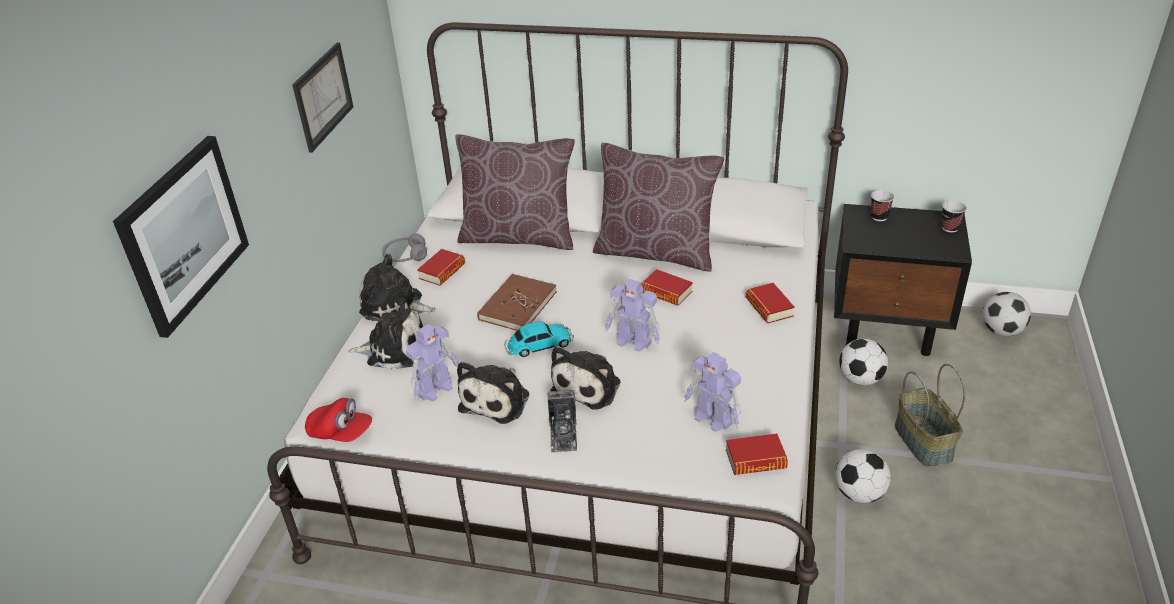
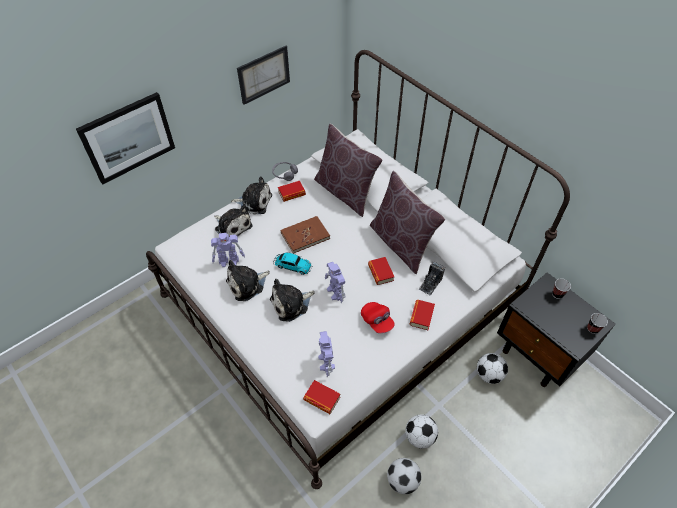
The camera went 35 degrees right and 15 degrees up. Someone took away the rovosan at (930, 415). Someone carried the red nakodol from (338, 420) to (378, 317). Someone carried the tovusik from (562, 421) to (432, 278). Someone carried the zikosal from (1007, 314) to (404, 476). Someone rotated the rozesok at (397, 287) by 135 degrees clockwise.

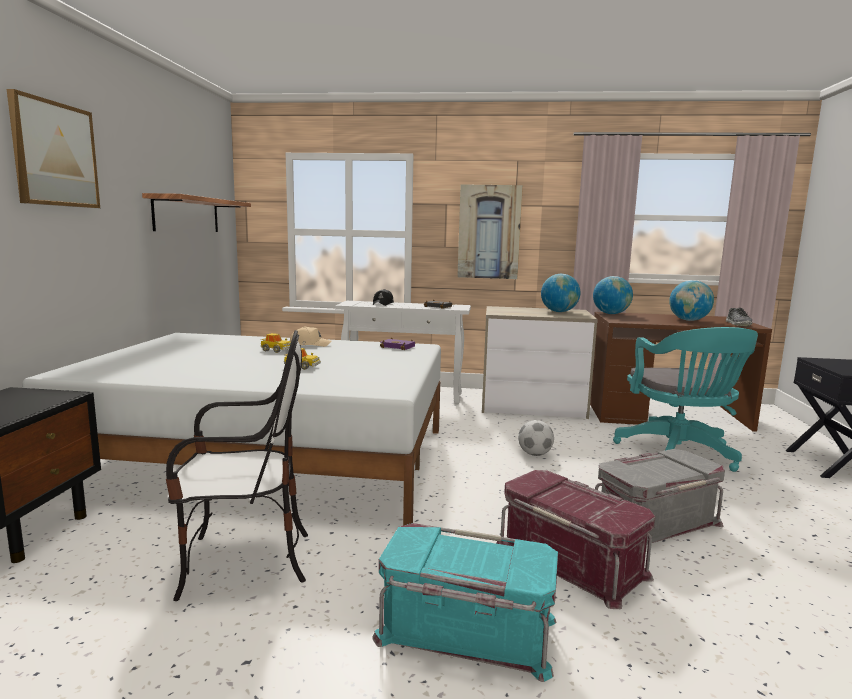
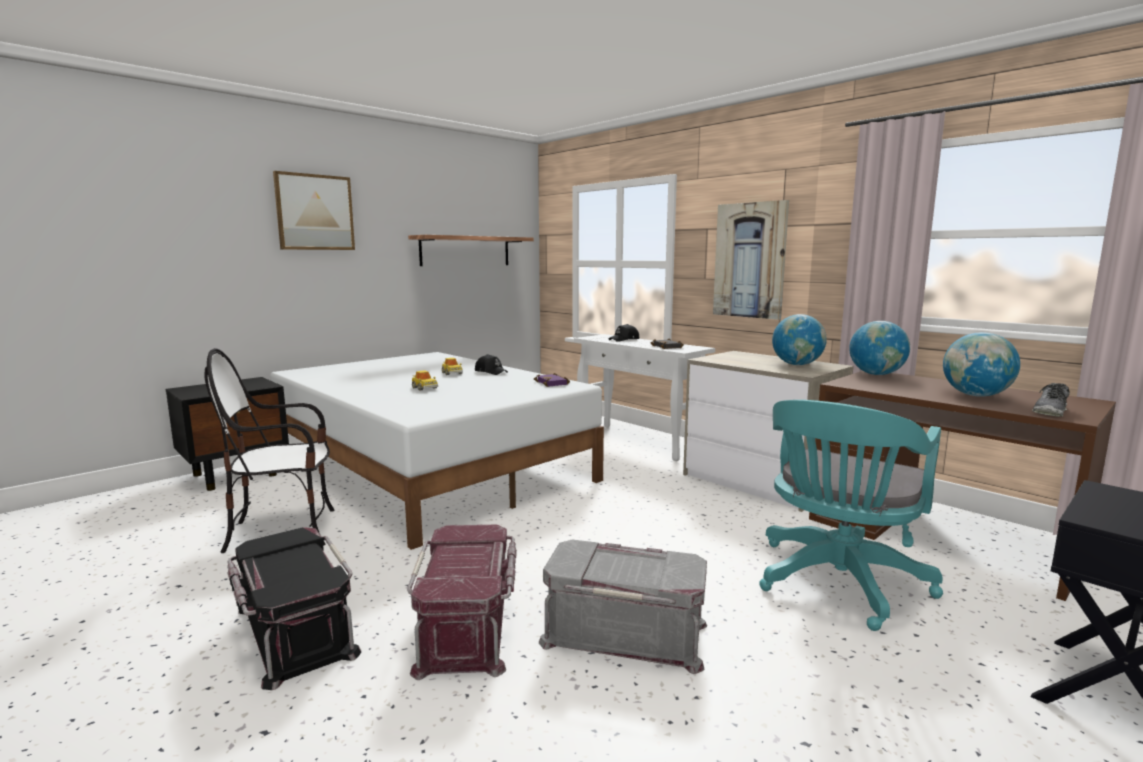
The camera went 40 degrees right and 0 degrees up. Someone took away the zikosal at (536, 438). Someone repainted the beige nakodol at (311, 336), which became the black nakodol at (491, 364). Someone repainted the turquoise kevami at (465, 602), which became the black kevami at (294, 608). Someone rotated the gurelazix at (237, 465) by 135 degrees clockwise.

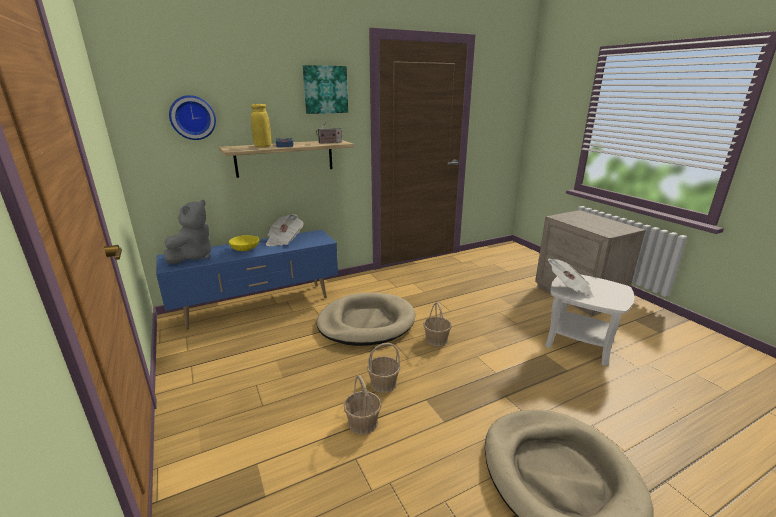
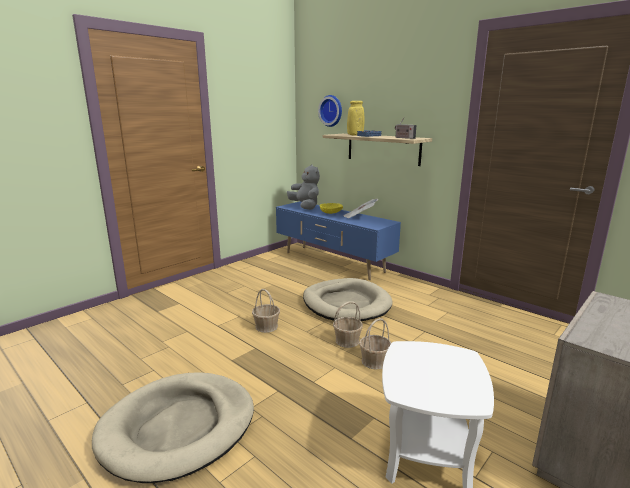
The camera went 70 degrees right and 5 degrees down. Someone took away the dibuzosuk at (325, 89). Someone took away the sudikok at (571, 277). Someone carried the rovosan from (363, 405) to (375, 343). Someone rotated the grey rozesok at (188, 232) by 120 degrees counterclockwise.

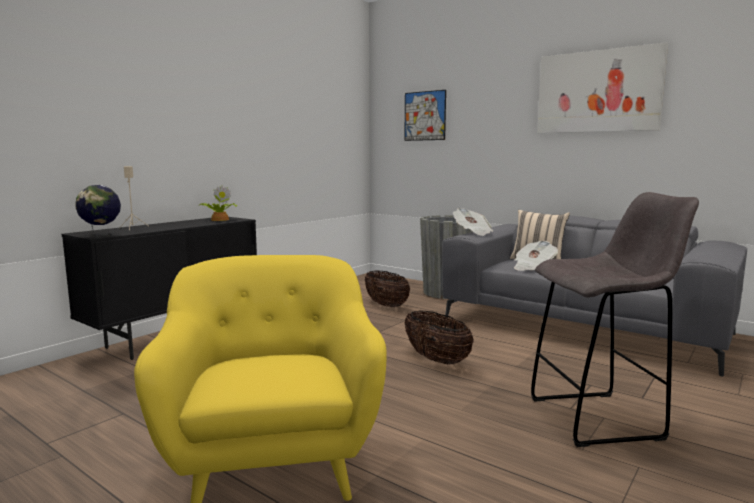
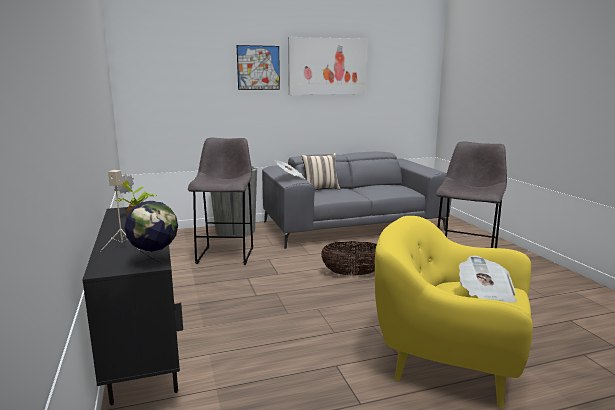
The camera went 55 degrees left and 5 degrees up. Someone carried the dibuzosuk from (425, 115) to (258, 67). Someone carried the sudikok from (536, 256) to (488, 279). Someone swapped the rovosan at (387, 288) for the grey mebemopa at (220, 201).

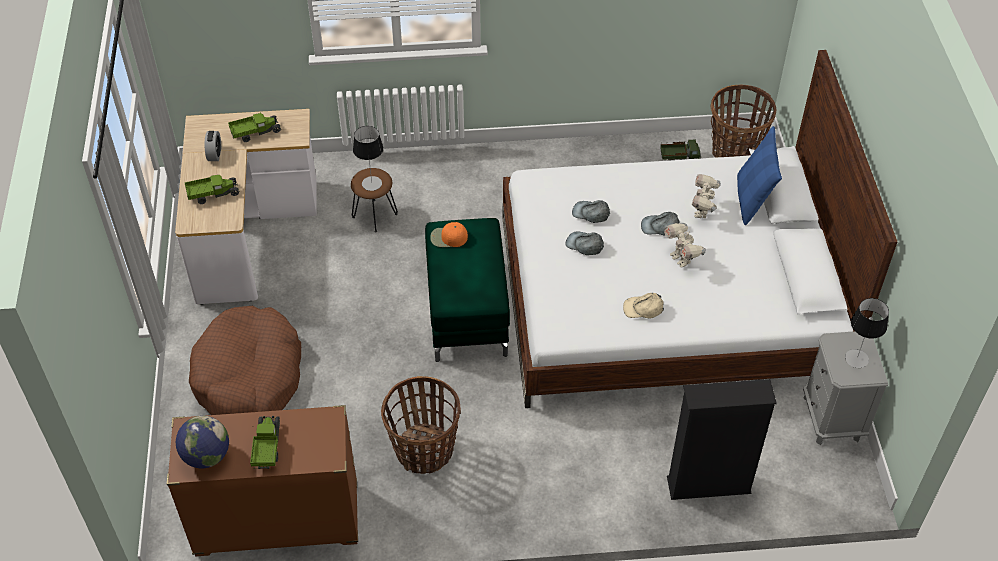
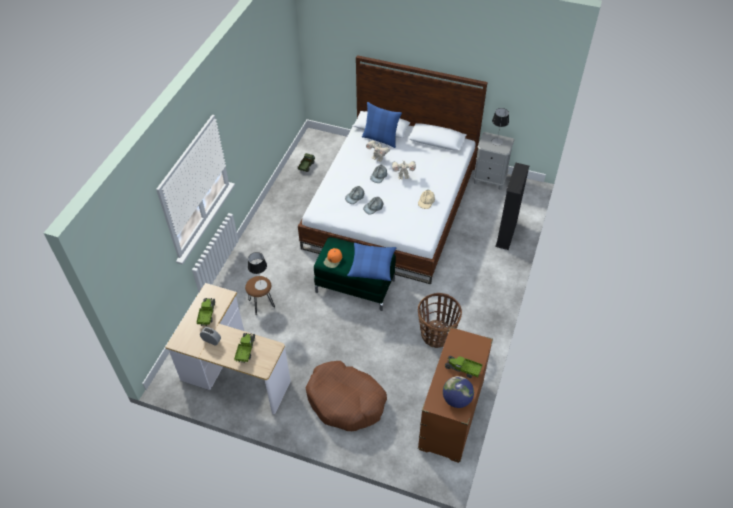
The camera went 65 degrees left and 0 degrees up. Someone took away the rovosan at (743, 121). Someone put down the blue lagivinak at (371, 262).

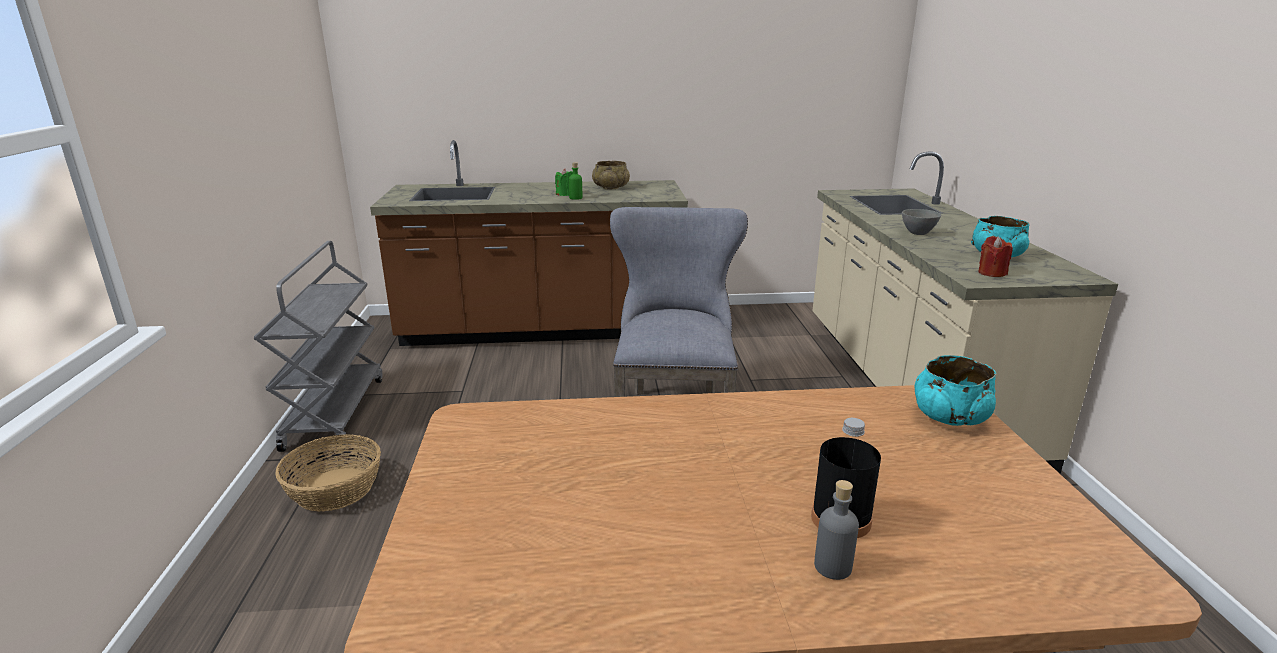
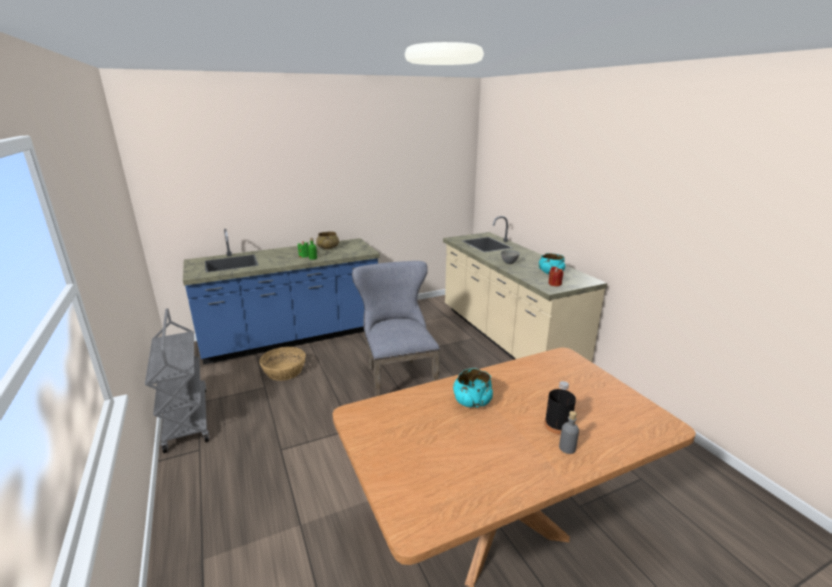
The camera went 20 degrees left and 0 degrees up. Someone carried the rovosan from (328, 473) to (282, 364). Someone carried the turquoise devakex from (955, 390) to (473, 388). Someone repainted the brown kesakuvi at (529, 243), which became the blue kesakuvi at (281, 297).

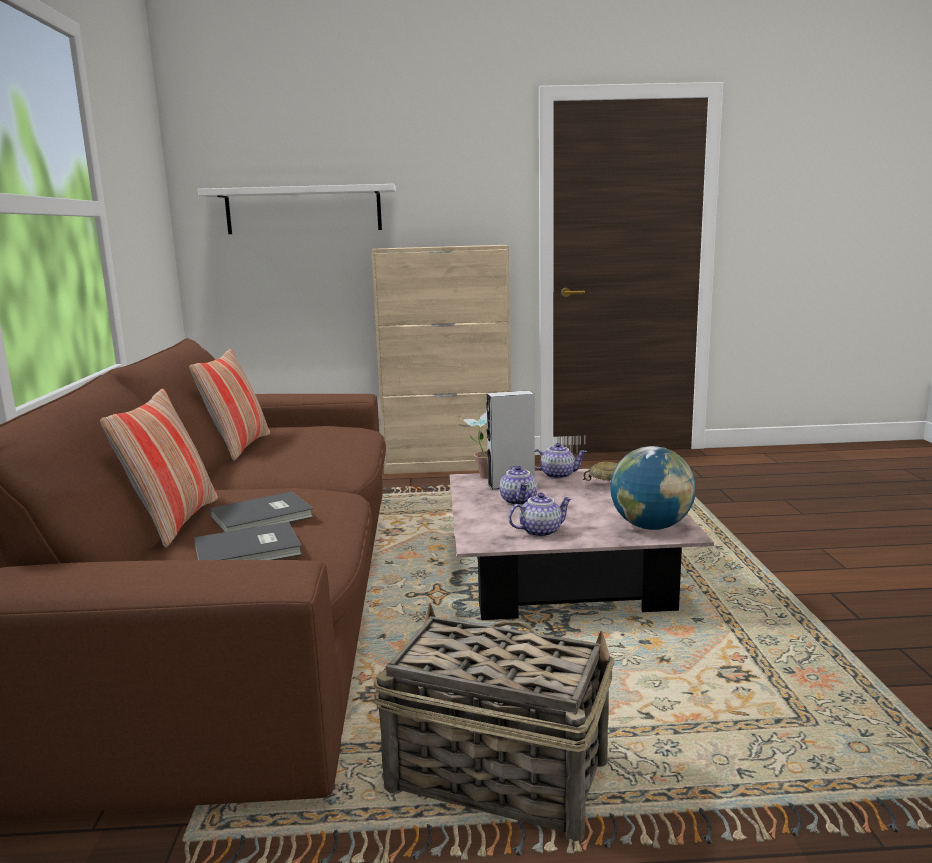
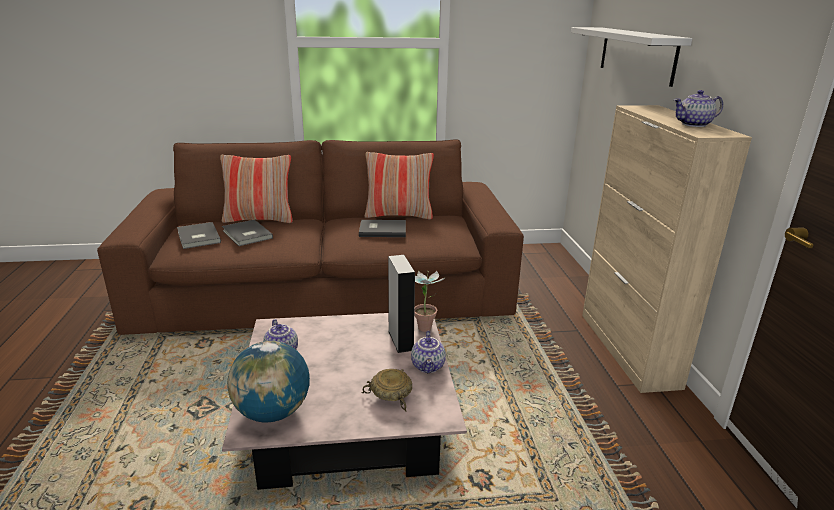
The camera went 85 degrees right and 10 degrees up. Someone took away the rovosan at (493, 722). Someone put down the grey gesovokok at (382, 228). Someone carried the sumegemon from (518, 485) to (698, 108).

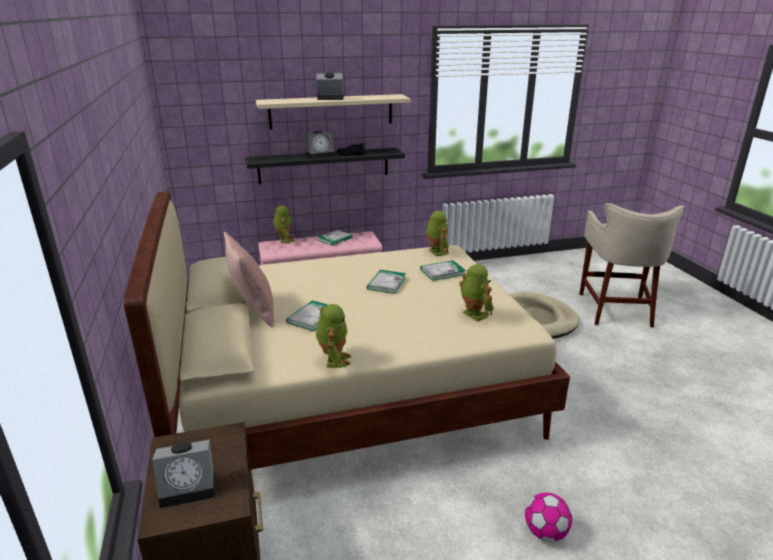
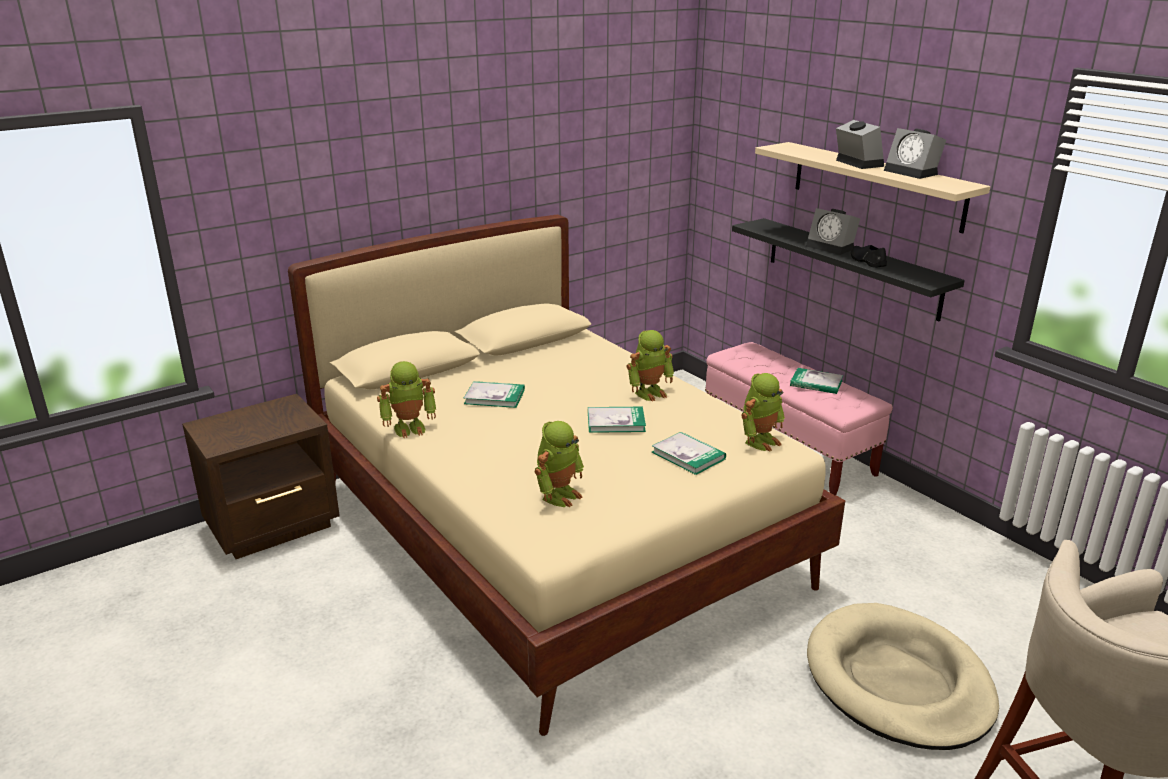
The camera went 70 degrees right and 0 degrees up. Someone took away the pink lagivinak at (249, 279). Someone took away the zikosal at (548, 517). Someone carried the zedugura from (183, 474) to (915, 153). Someone carried the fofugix from (283, 224) to (650, 366).

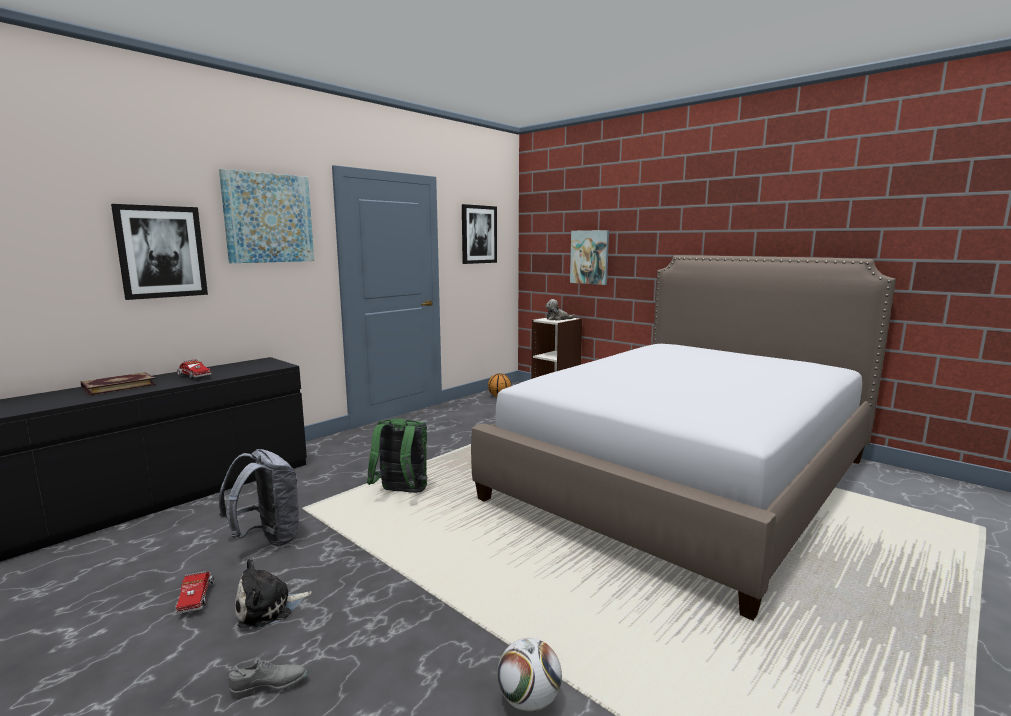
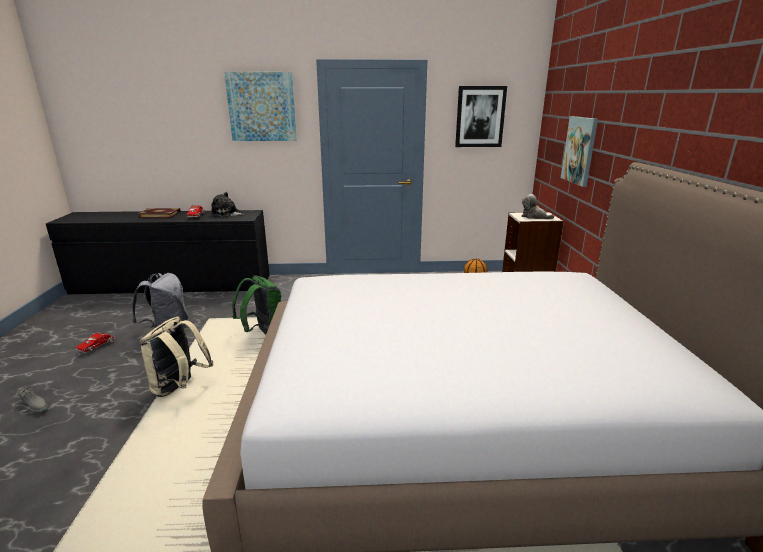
The camera went 45 degrees right and 10 degrees up. Someone took away the dibuzosuk at (159, 252). Someone took away the zikosal at (529, 675). Someone put down the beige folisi at (177, 356). Someone carried the rozesok from (273, 593) to (227, 204).

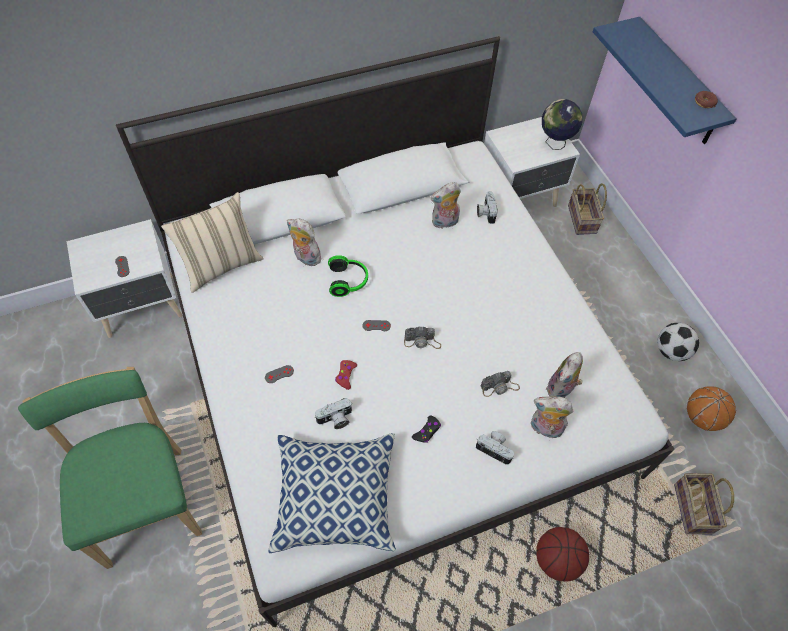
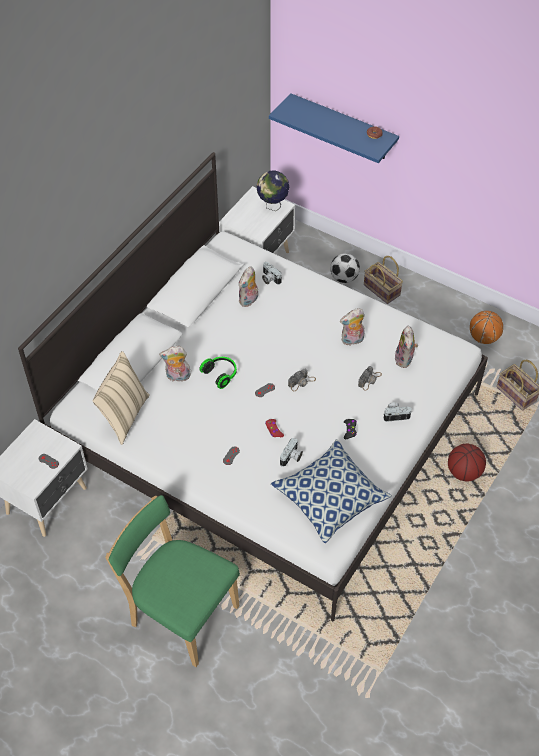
The camera went 35 degrees left and 5 degrees down. Someone carried the rozesok from (552, 417) to (352, 327). Someone carried the rovosan from (587, 209) to (383, 280). Someone carried the zikosal from (678, 342) to (345, 268).

